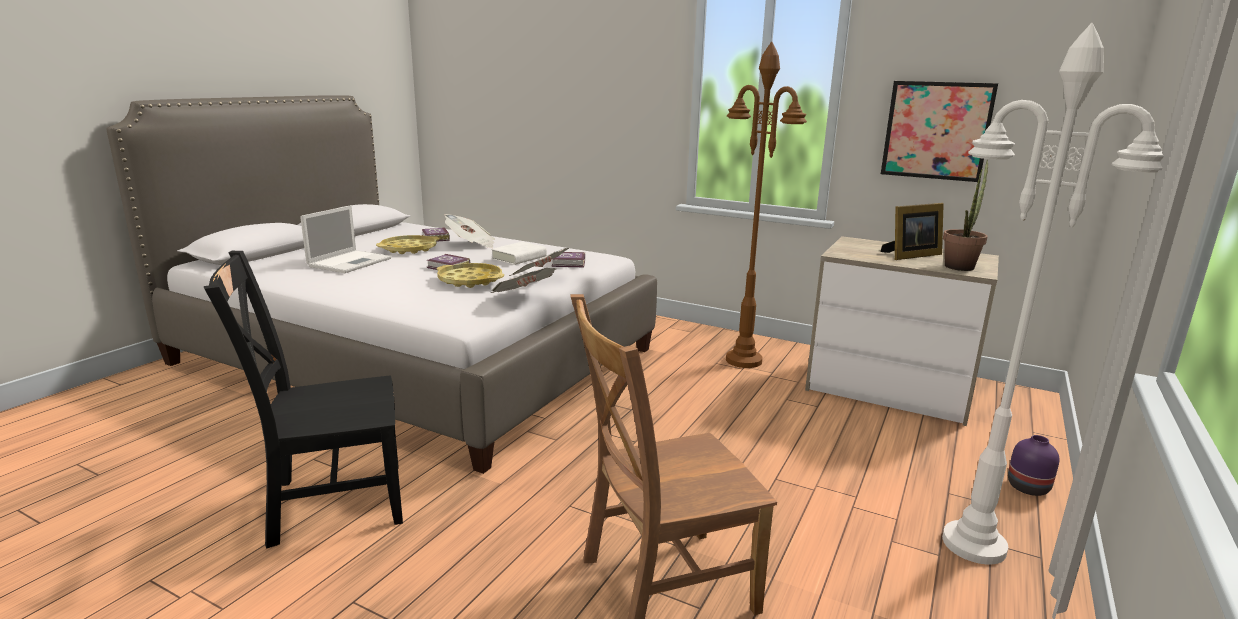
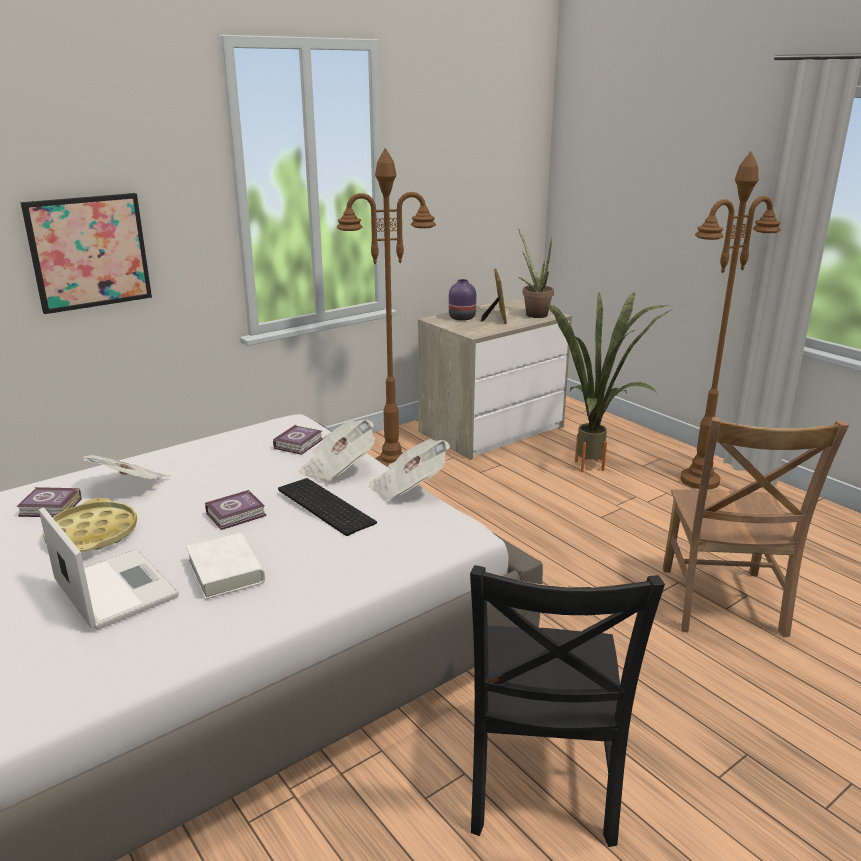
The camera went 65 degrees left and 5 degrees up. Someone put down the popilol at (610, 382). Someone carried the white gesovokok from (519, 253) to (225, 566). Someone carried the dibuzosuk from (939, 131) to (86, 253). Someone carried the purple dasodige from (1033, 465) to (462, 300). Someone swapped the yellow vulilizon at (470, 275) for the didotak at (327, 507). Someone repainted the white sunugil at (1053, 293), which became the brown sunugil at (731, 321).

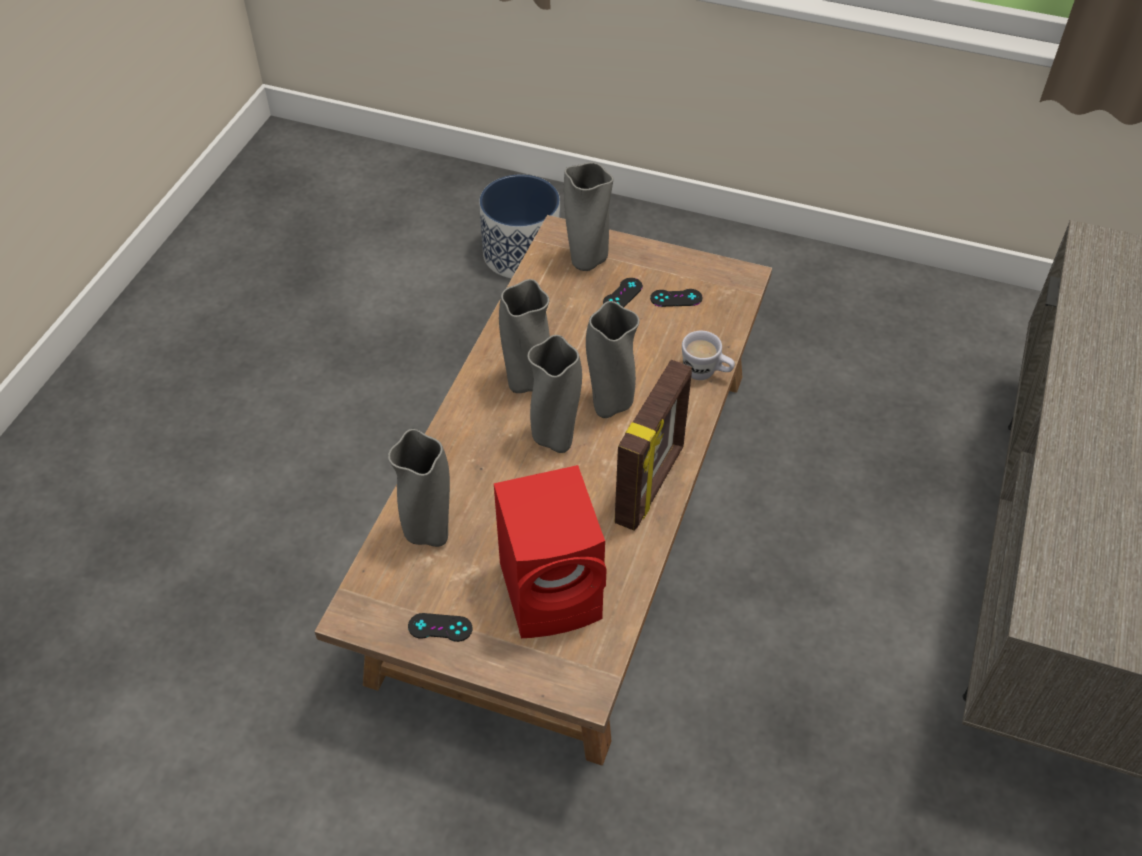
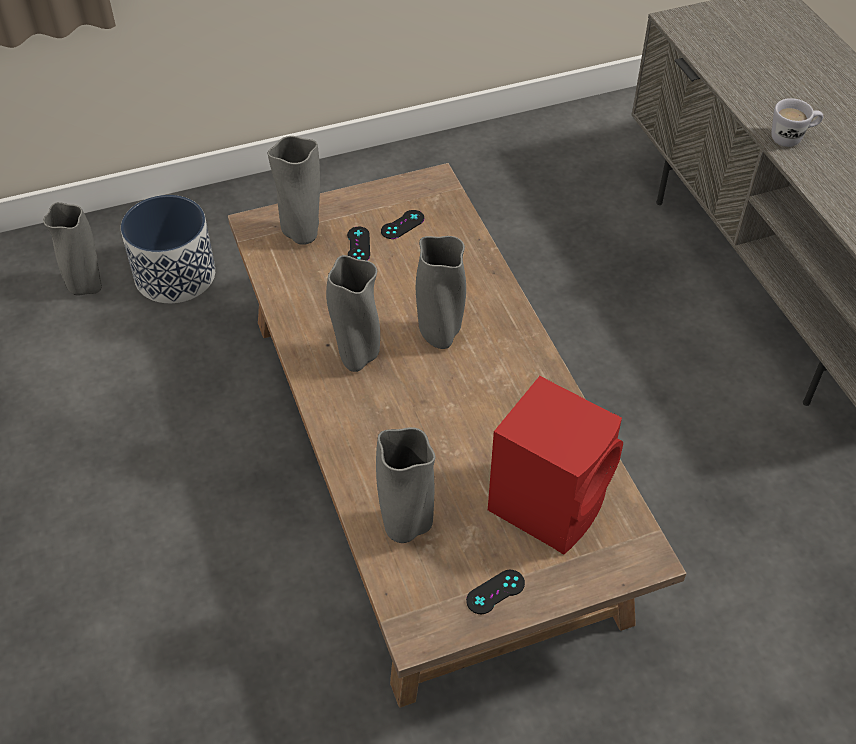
The camera went 40 degrees left and 0 degrees up. Someone took away the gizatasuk at (653, 445). Someone carried the grey dasodige from (554, 394) to (72, 248). Someone carried the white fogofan from (708, 355) to (797, 122).

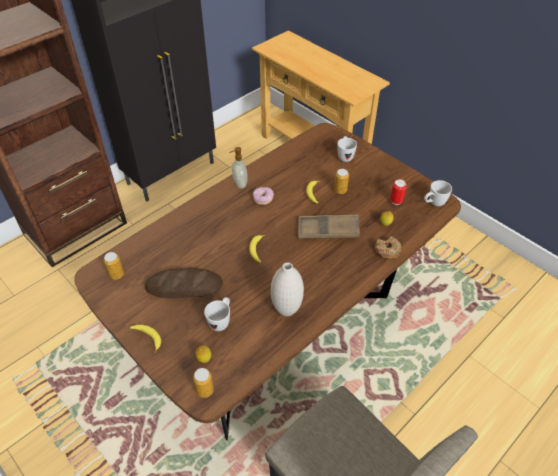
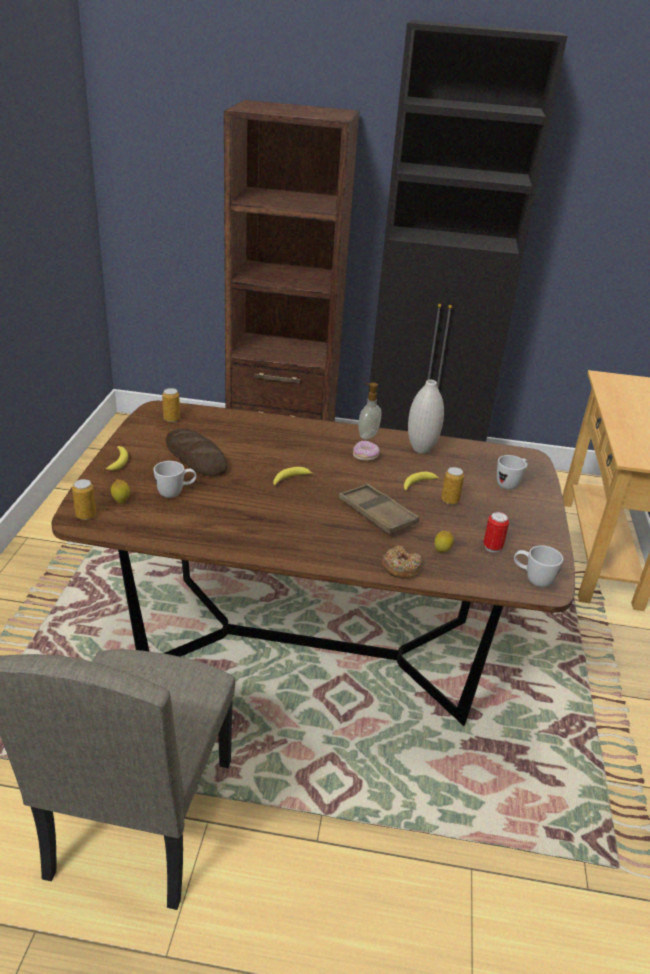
The camera went 50 degrees right and 15 degrees down. Someone carried the white dasodige from (287, 289) to (426, 417).

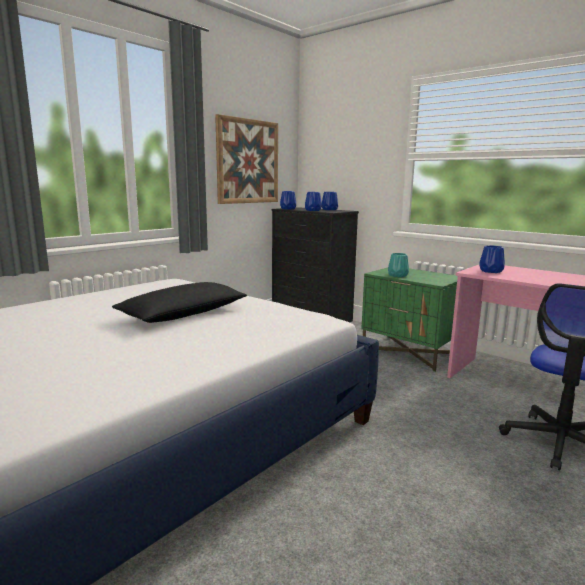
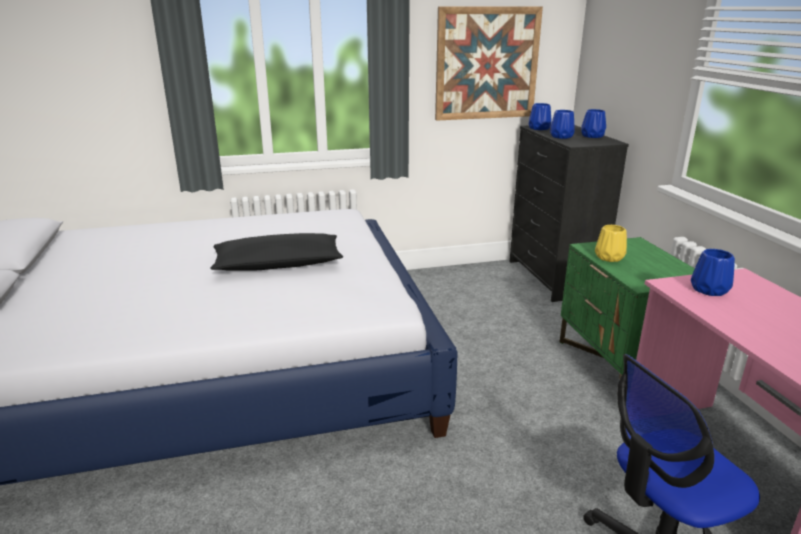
The camera went 35 degrees right and 10 degrees up. Someone repainted the turquoise dasodige at (398, 265), which became the yellow dasodige at (611, 243).

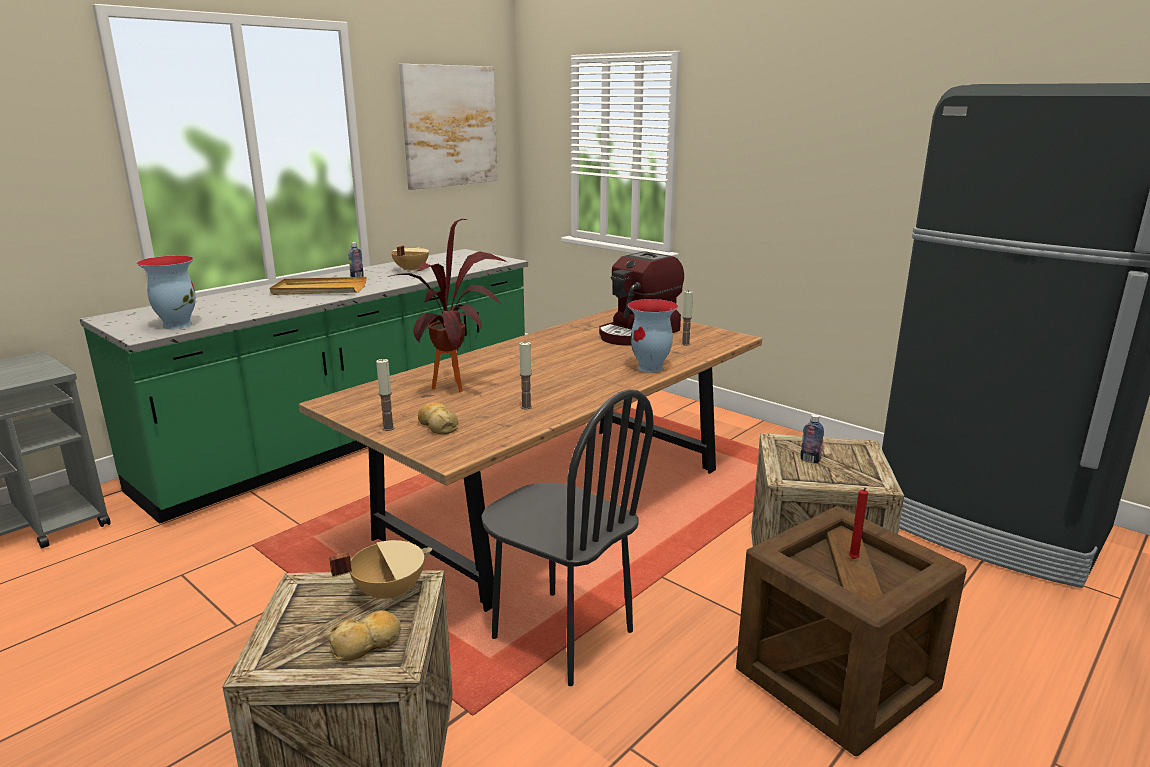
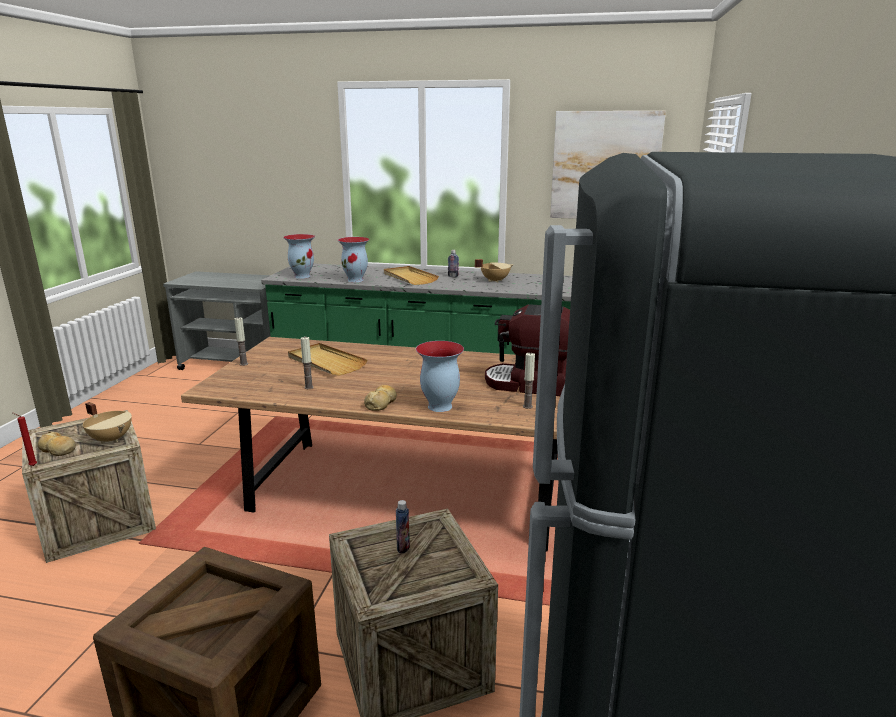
The camera went 60 degrees right and 0 degrees up. Someone took away the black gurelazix at (567, 538). Someone put down the dasodige at (353, 259). Someone carried the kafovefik from (438, 418) to (380, 398). Someone carried the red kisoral from (858, 523) to (25, 439). Someone swapped the popilol at (447, 305) for the beige vulilizon at (328, 359).

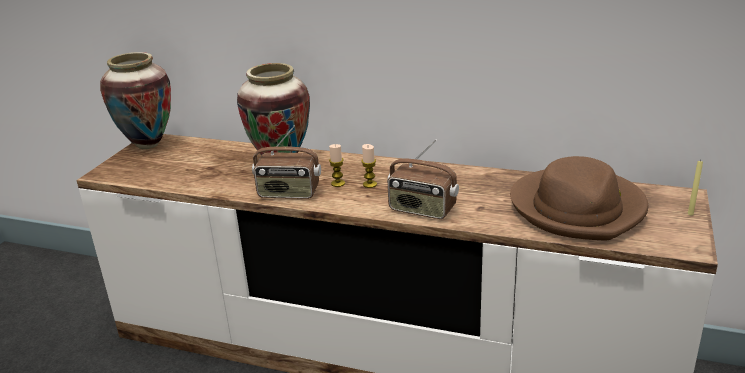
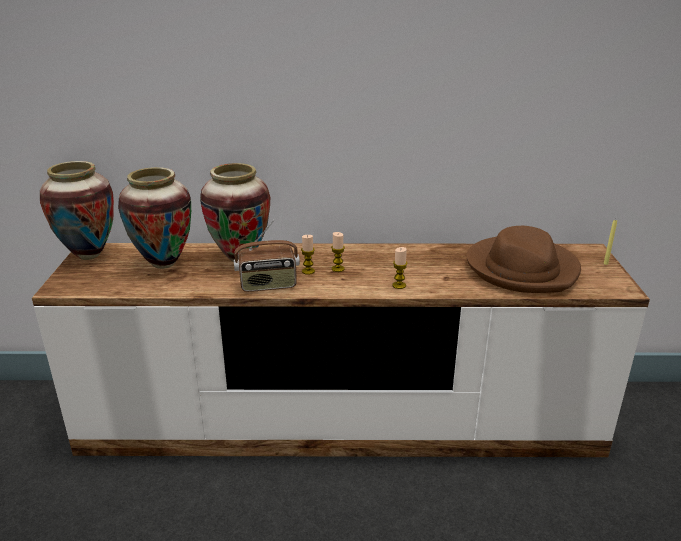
The camera went 20 degrees left and 0 degrees up. Someone put down the dasodige at (154, 218). Someone swapped the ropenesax at (423, 179) for the kisoral at (400, 268).

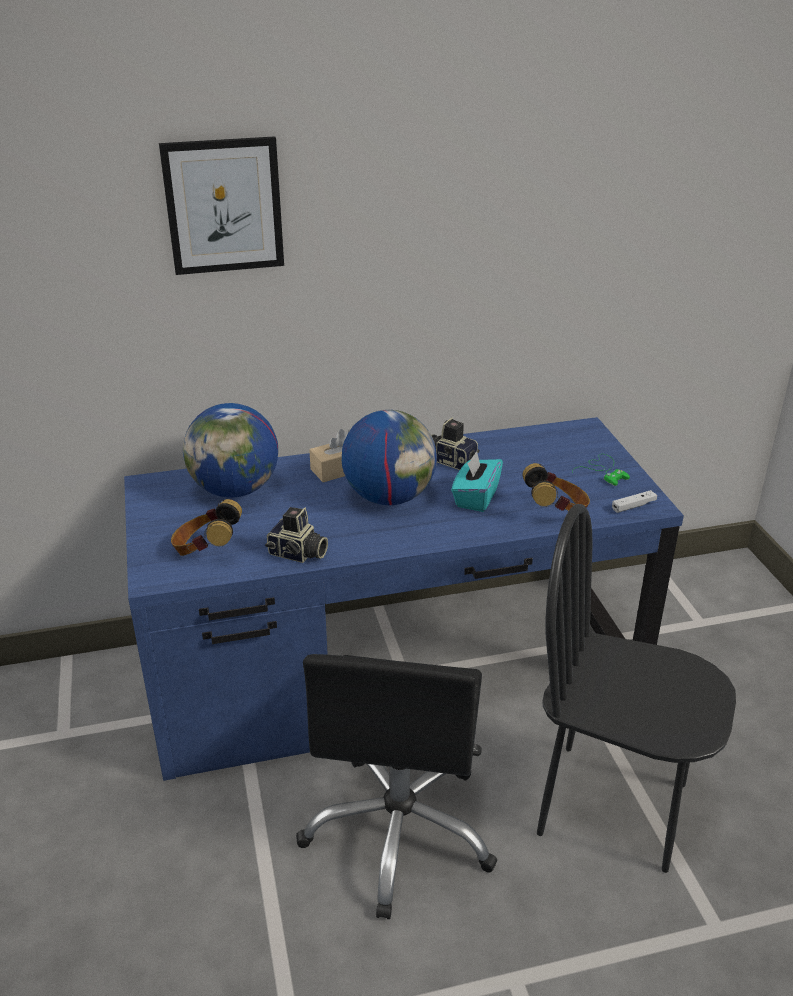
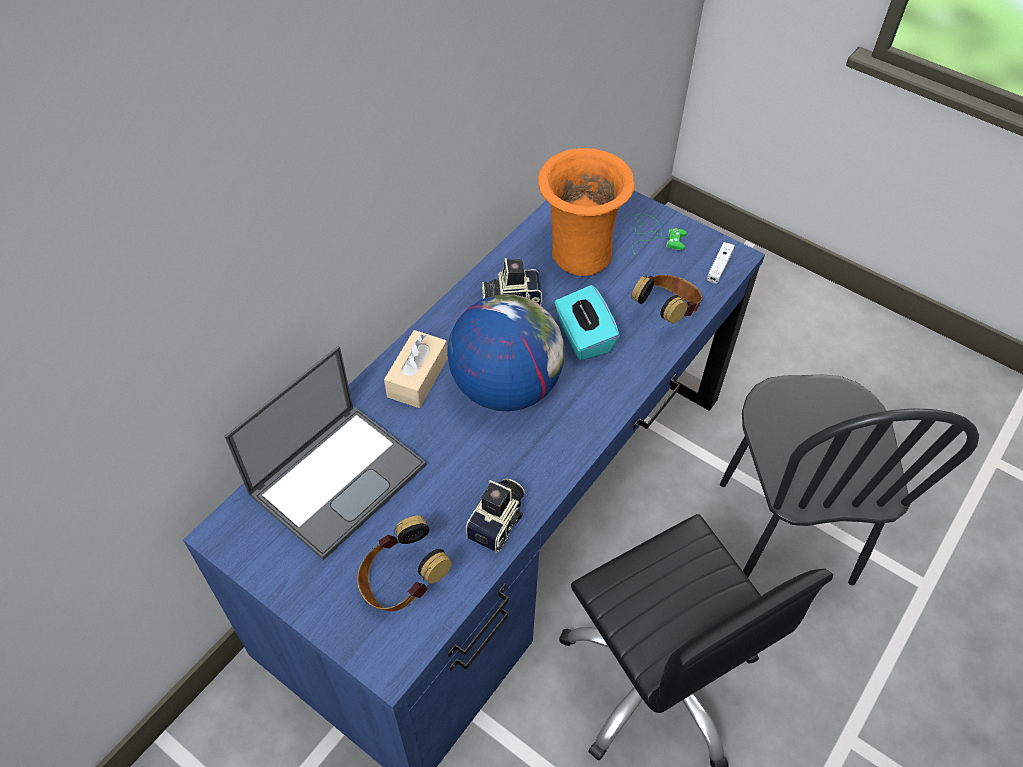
The camera went 40 degrees left and 20 degrees up. Someone took away the dibuzosuk at (221, 205). Someone put down the orange dasodige at (586, 212). Someone swapped the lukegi at (230, 450) for the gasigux at (325, 453). Someone rotated the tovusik at (296, 535) by 45 degrees counterclockwise. Someone rotated the black gurelazix at (636, 688) by 75 degrees counterclockwise.

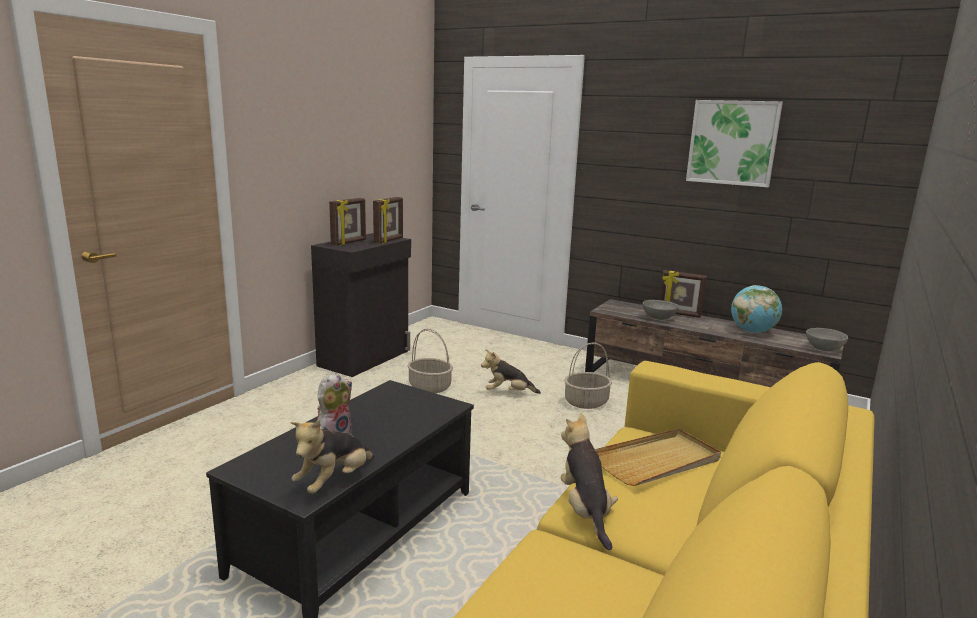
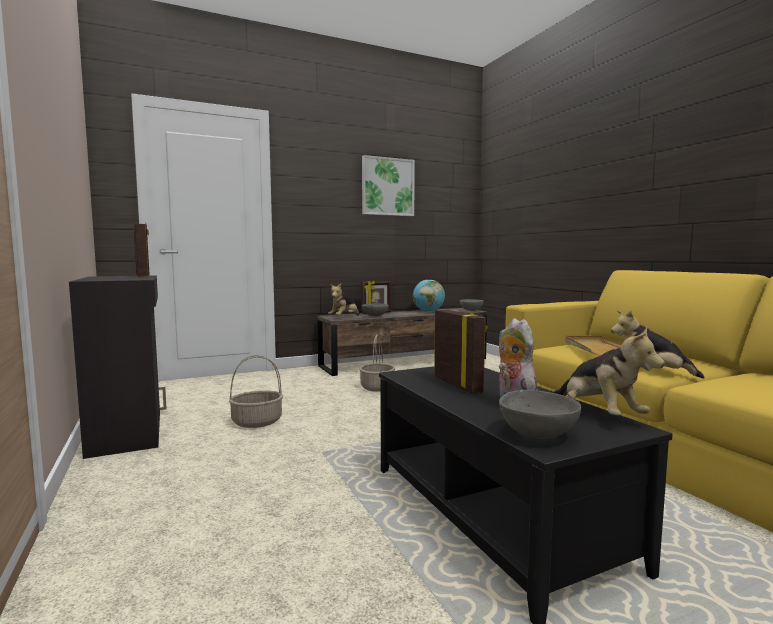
The camera went 55 degrees left and 10 degrees down. Someone put down the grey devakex at (540, 414). Someone carried the gizatasuk from (347, 222) to (460, 351). Someone carried the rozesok from (511, 371) to (343, 299).

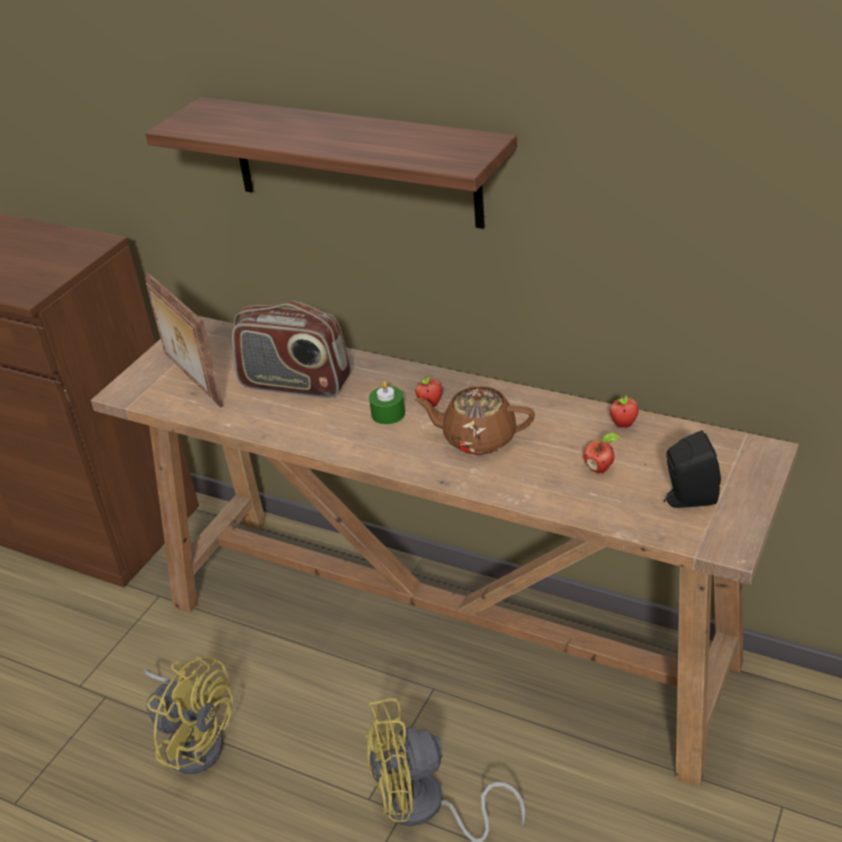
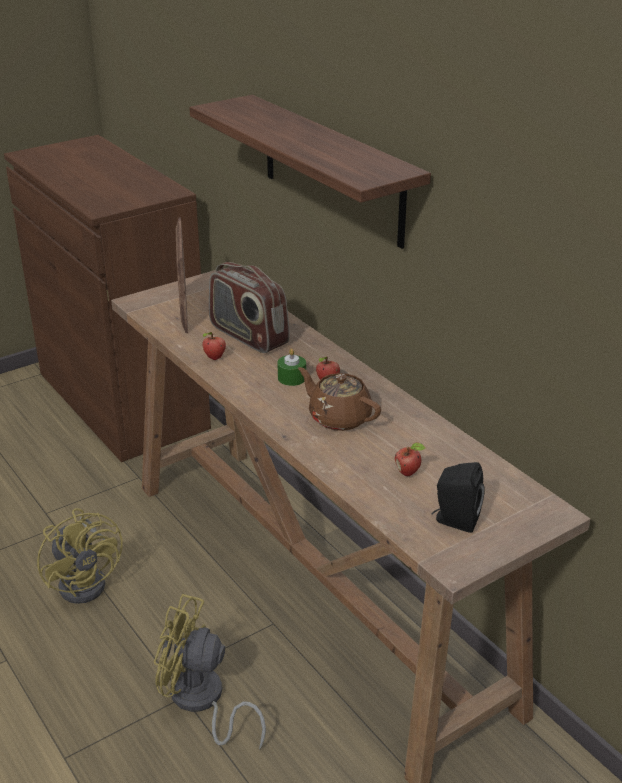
The camera went 25 degrees right and 5 degrees down. Someone carried the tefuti from (624, 411) to (214, 346).

